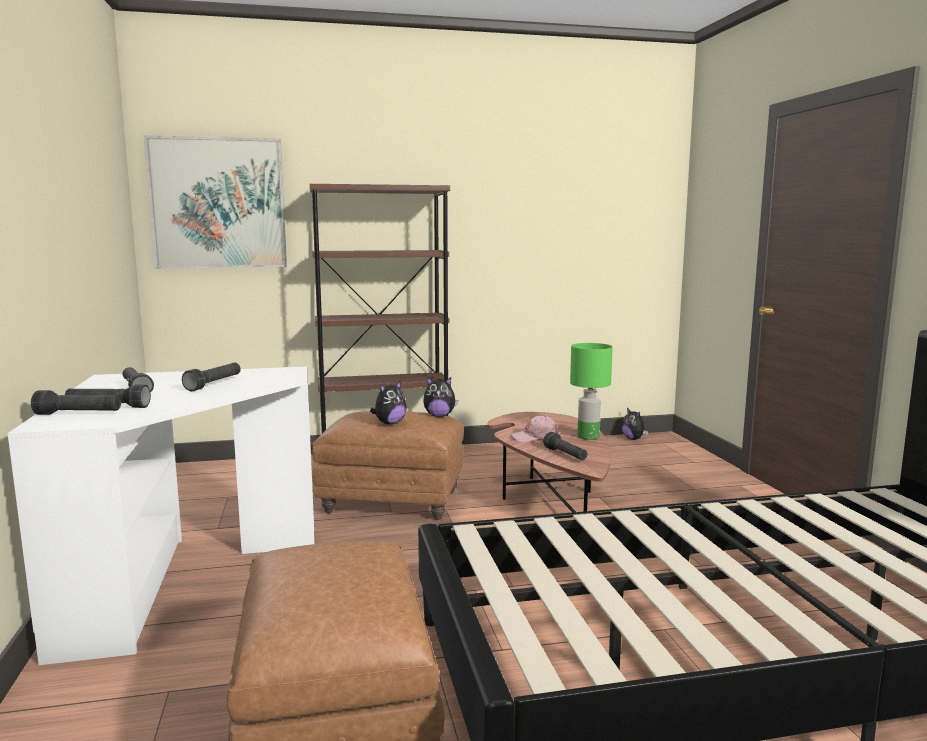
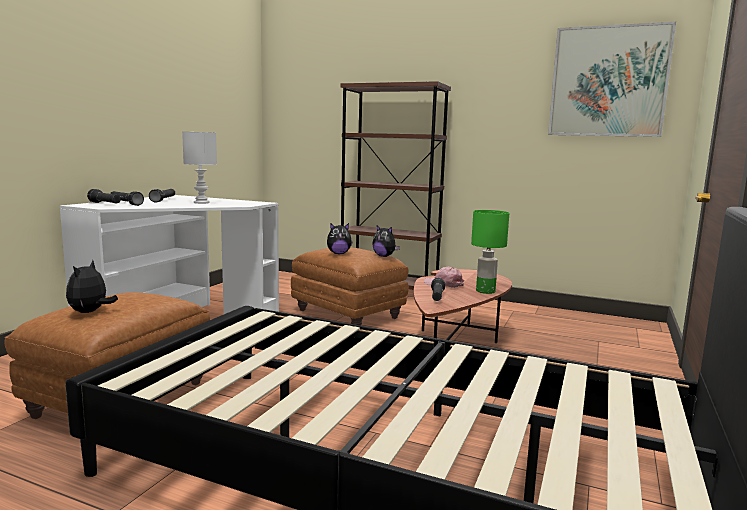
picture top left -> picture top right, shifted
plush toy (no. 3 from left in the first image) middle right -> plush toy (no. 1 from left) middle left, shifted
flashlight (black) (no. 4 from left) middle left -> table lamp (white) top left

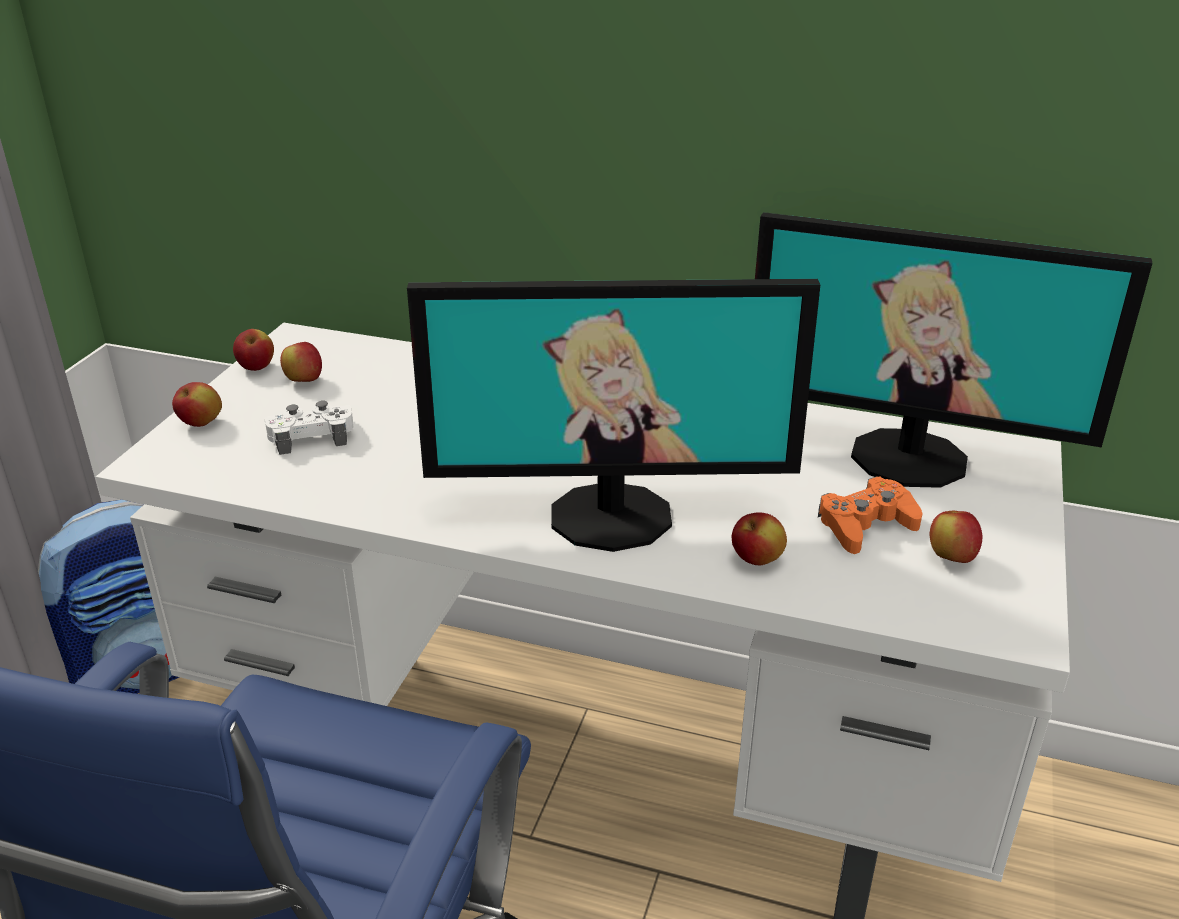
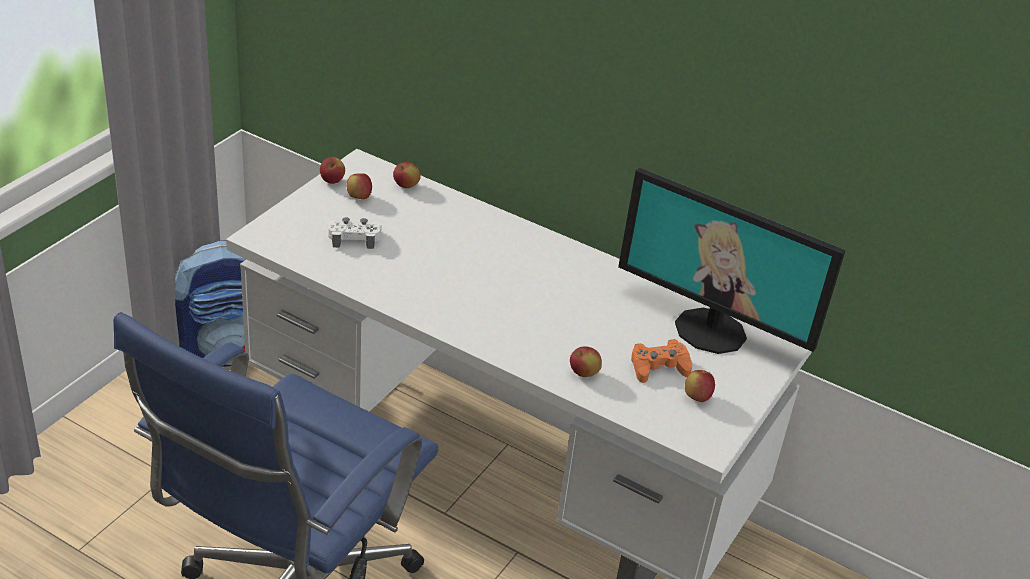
monitor (no. 1 from left) centre -> none
apple (no. 1 from left in the first image) middle left -> apple (no. 3 from left) top centre, shifted

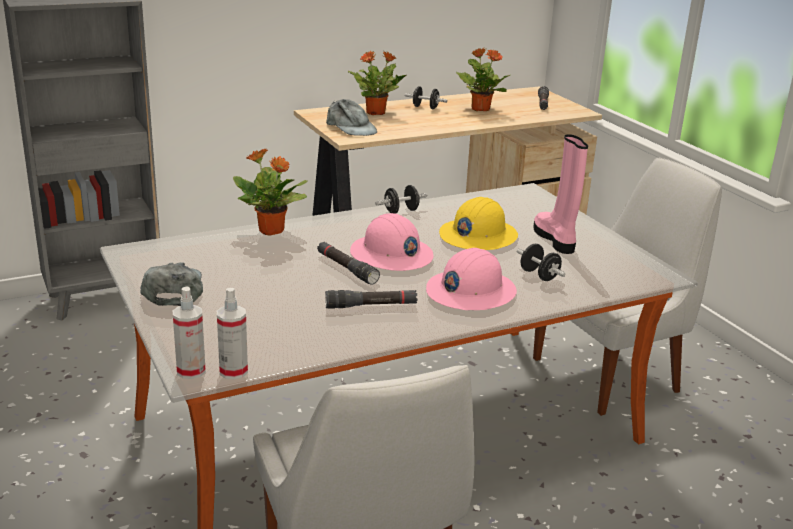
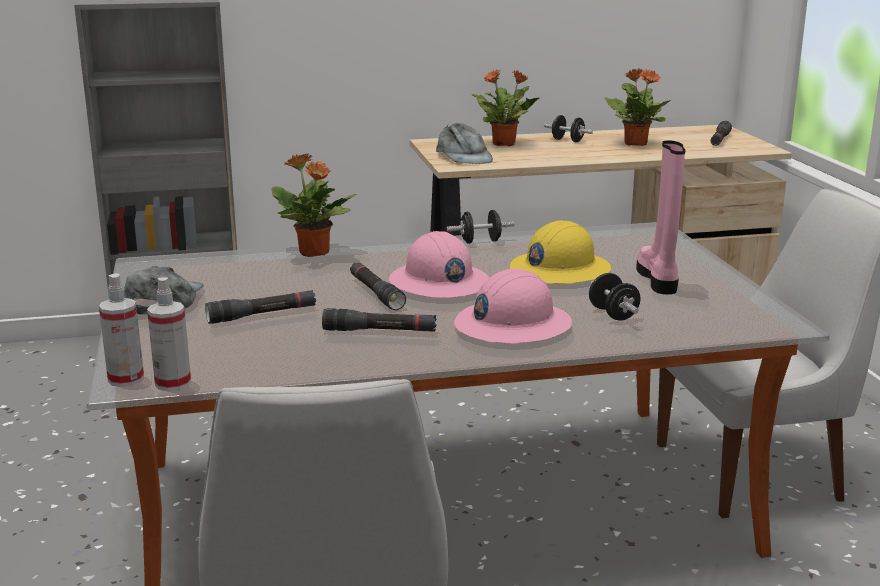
none -> flashlight (black) (no. 1 from left) middle left

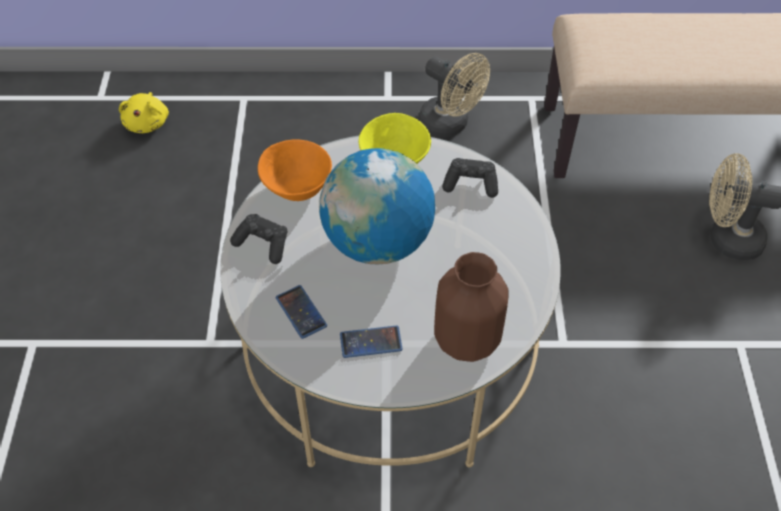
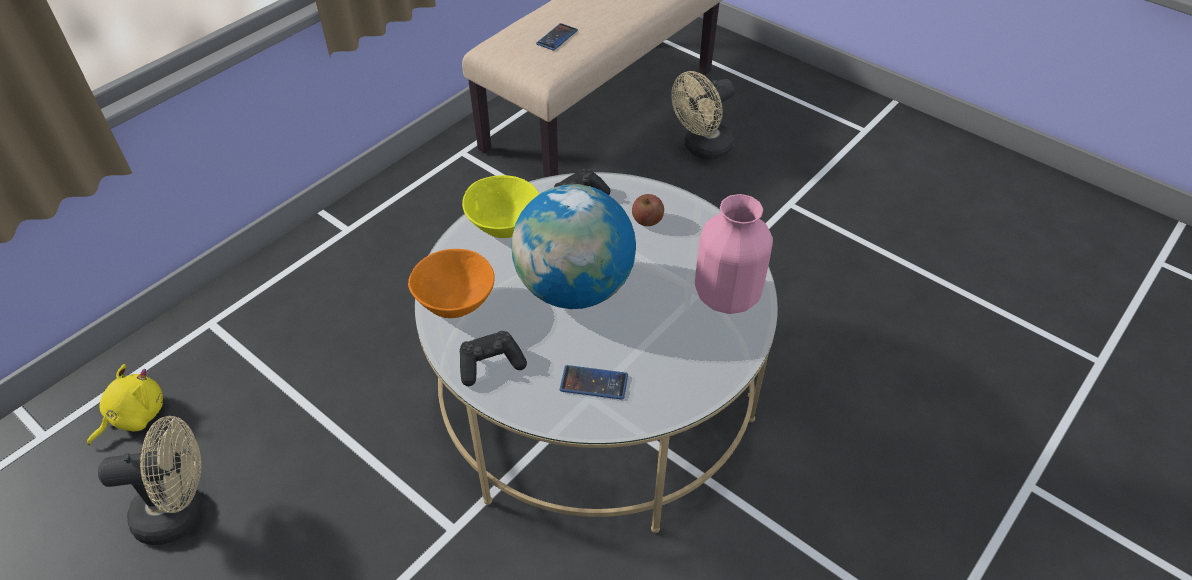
none -> apple centre
phone (no. 2 from left in the first image) bottom centre -> phone (no. 1 from left) top centre, shifted
fan (beige) (no. 1 from left) top centre -> fan (beige) (no. 1 from left) bottom left, shifted
vase (brown) centre -> vase (pink) centre
plush toy (yellow) top left -> plush toy (yellow) bottom left, 90 degrees counterclockwise

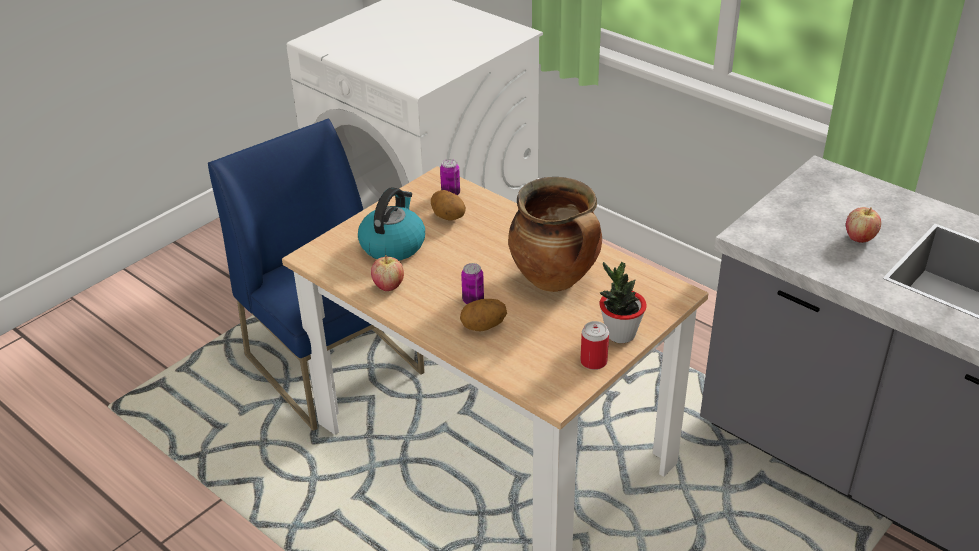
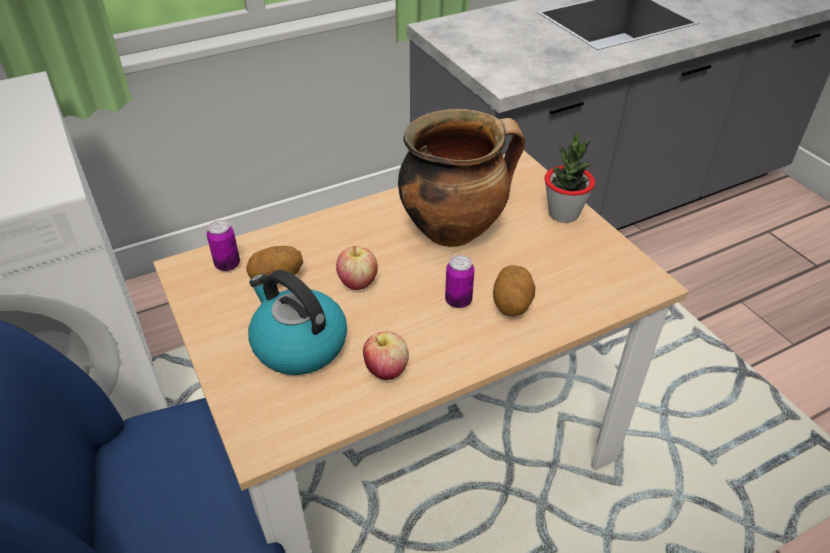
can (no. 3 from left) centre -> none
apple (no. 2 from left in the first image) middle right -> apple (no. 1 from left) centre, shifted

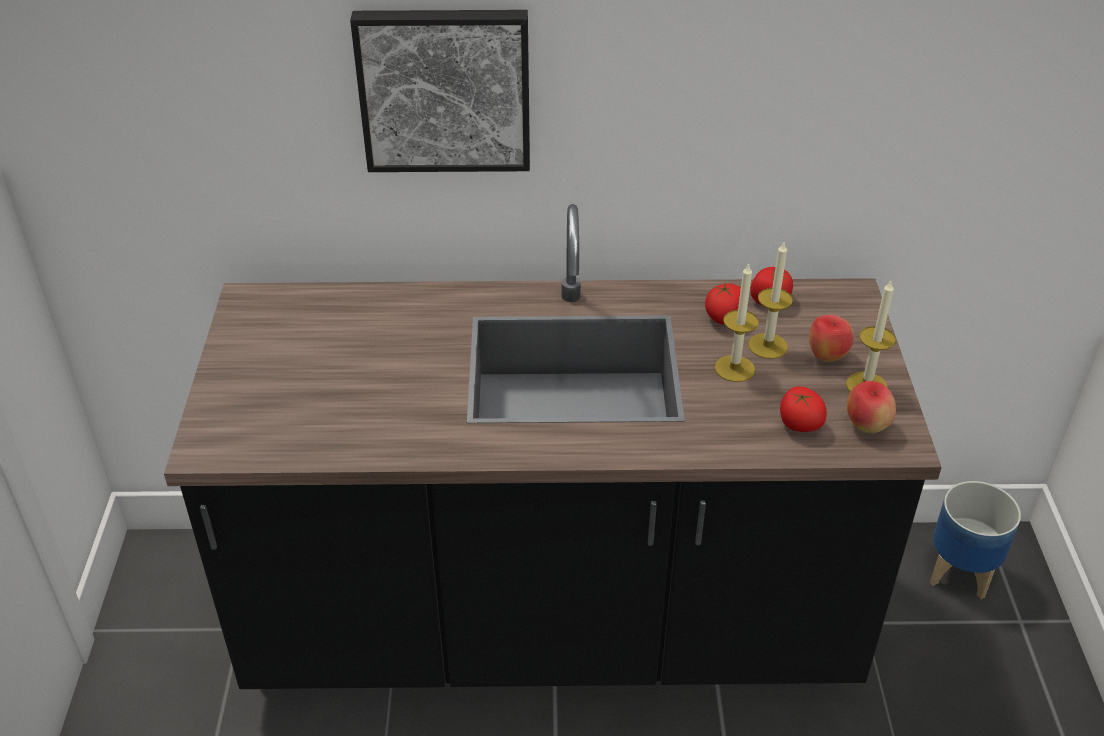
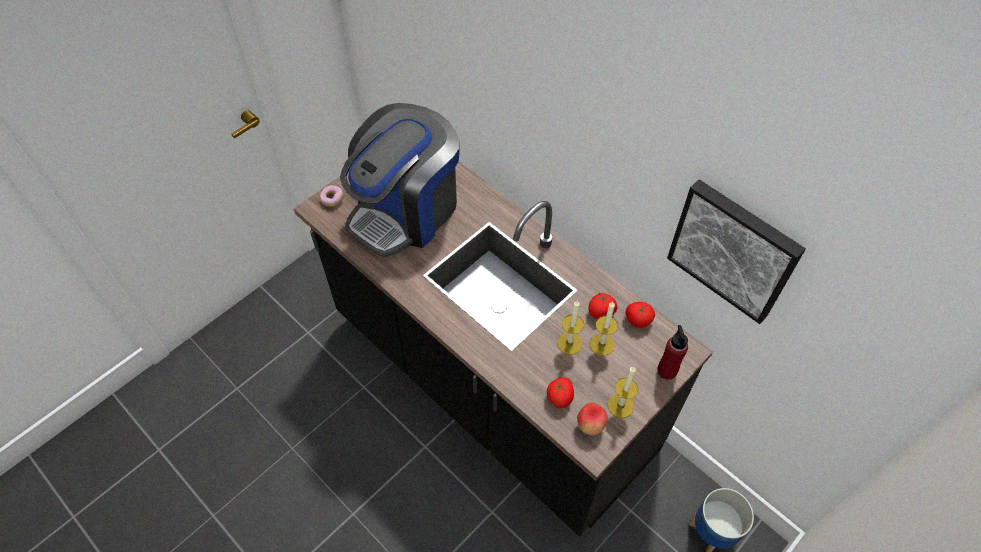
apple (no. 1 from left) middle right -> none
none -> donut centre
none -> coffee machine top centre
none -> bottle (red) middle right
picture top centre -> picture middle right, shifted

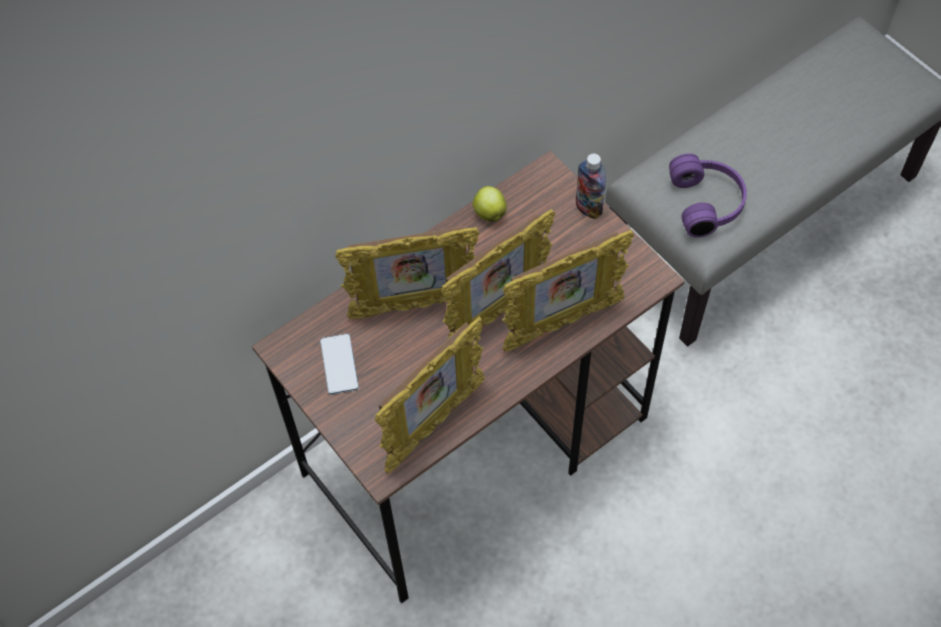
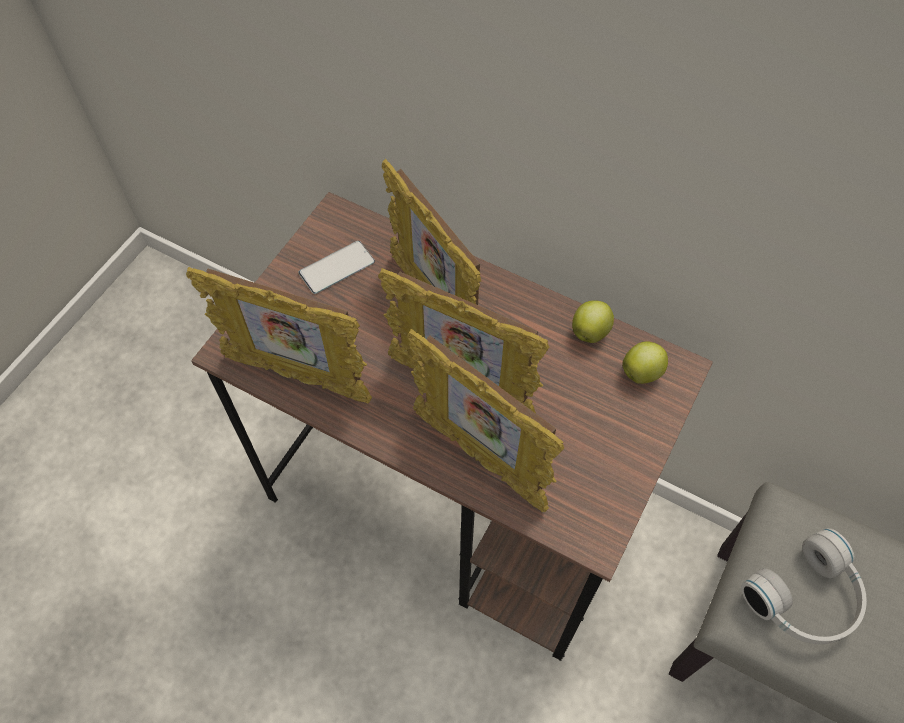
bottle top centre -> none
none -> apple (no. 2 from left) middle right
headphones (purple) top right -> headphones (white) bottom right

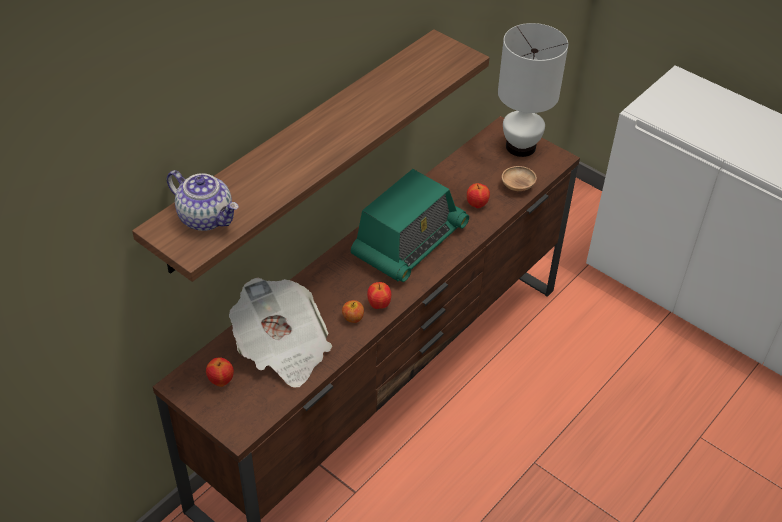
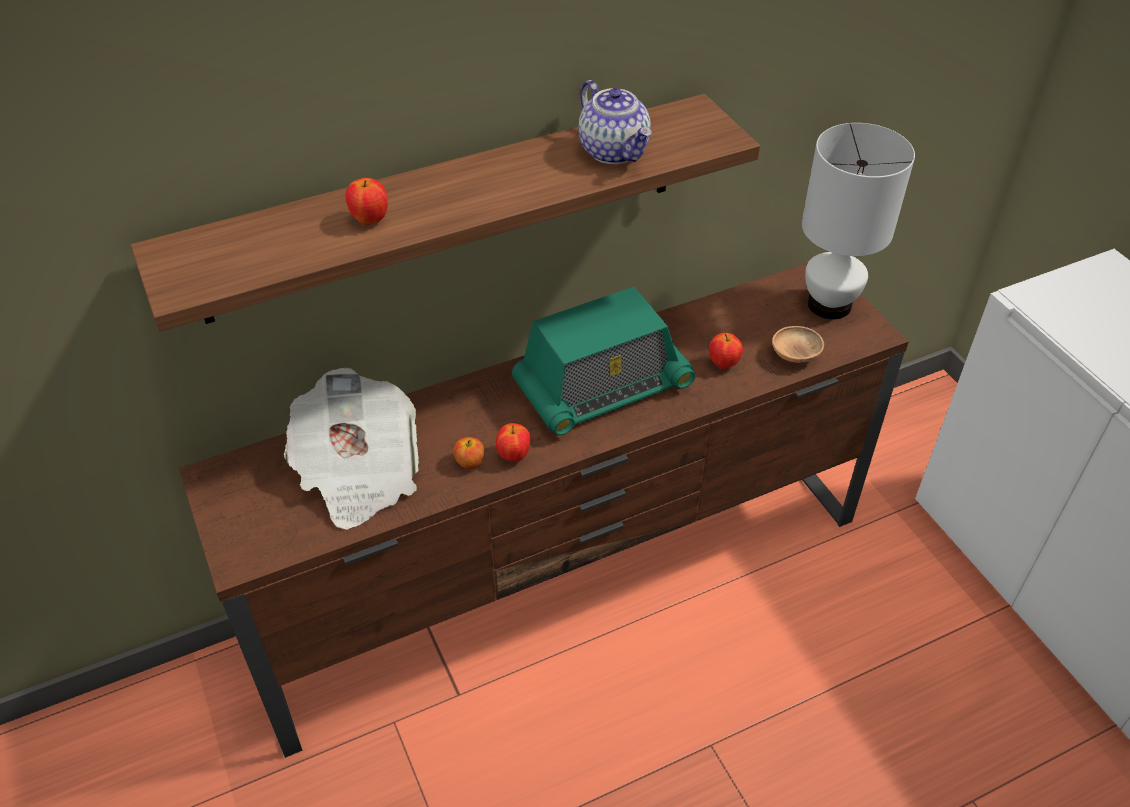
teapot middle left -> teapot top centre, shifted
apple (no. 1 from left) bottom left -> apple (no. 1 from left) top left, shifted

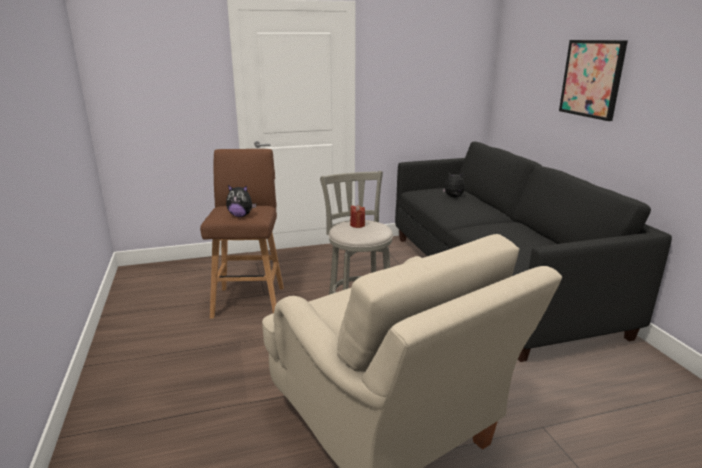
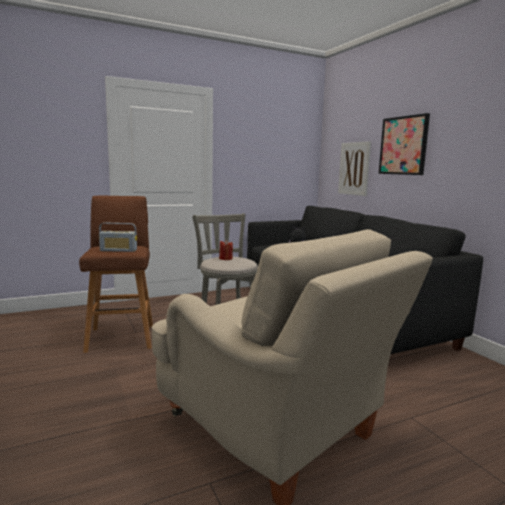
none -> picture (no. 1 from left) top right
plush toy (no. 1 from left) centre -> radio middle left

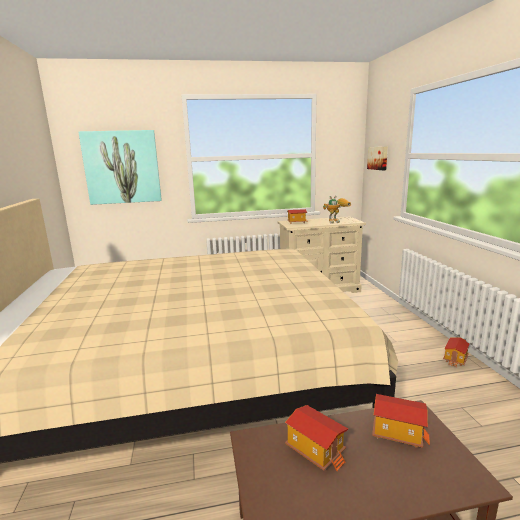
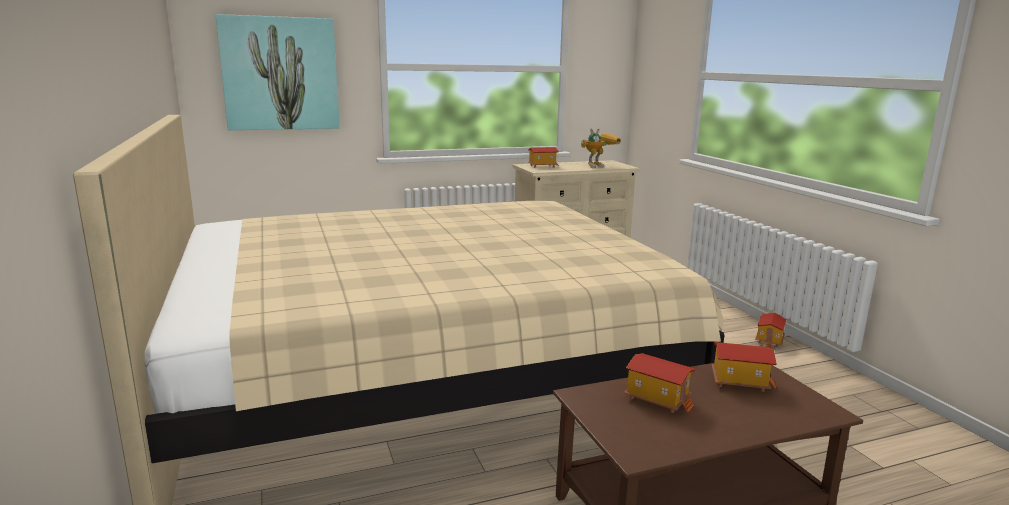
picture (no. 2 from left) top right -> none

